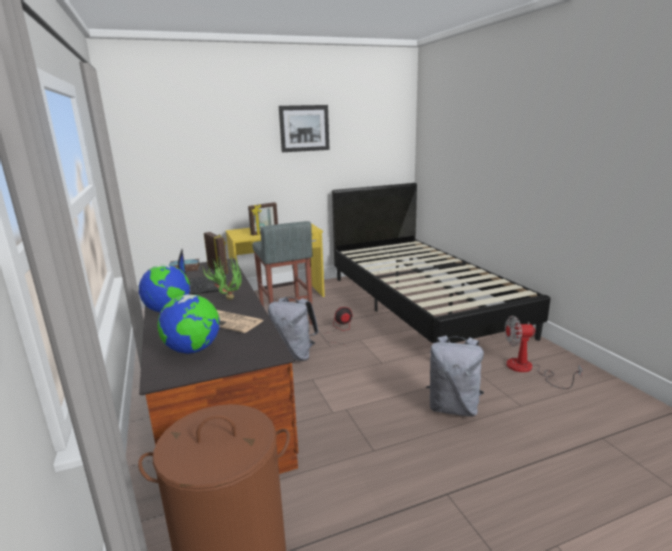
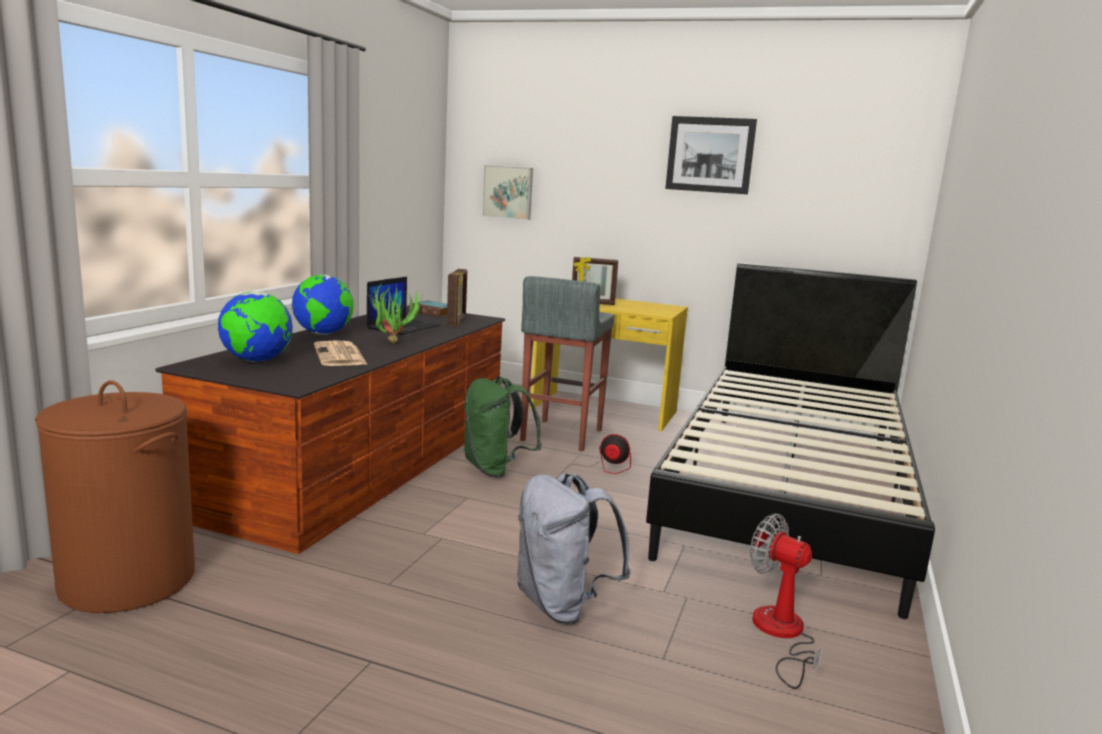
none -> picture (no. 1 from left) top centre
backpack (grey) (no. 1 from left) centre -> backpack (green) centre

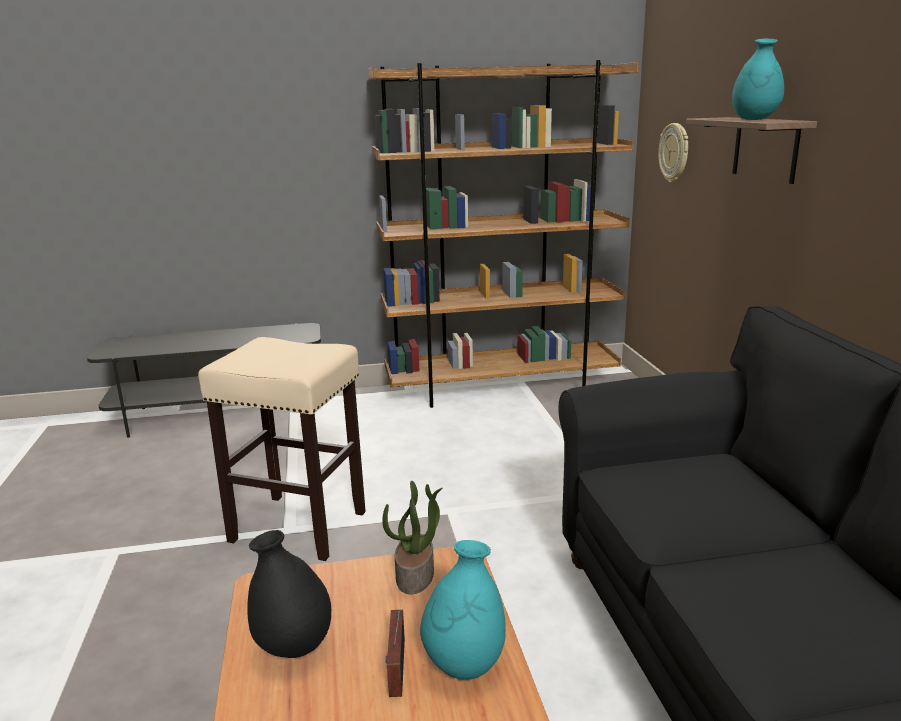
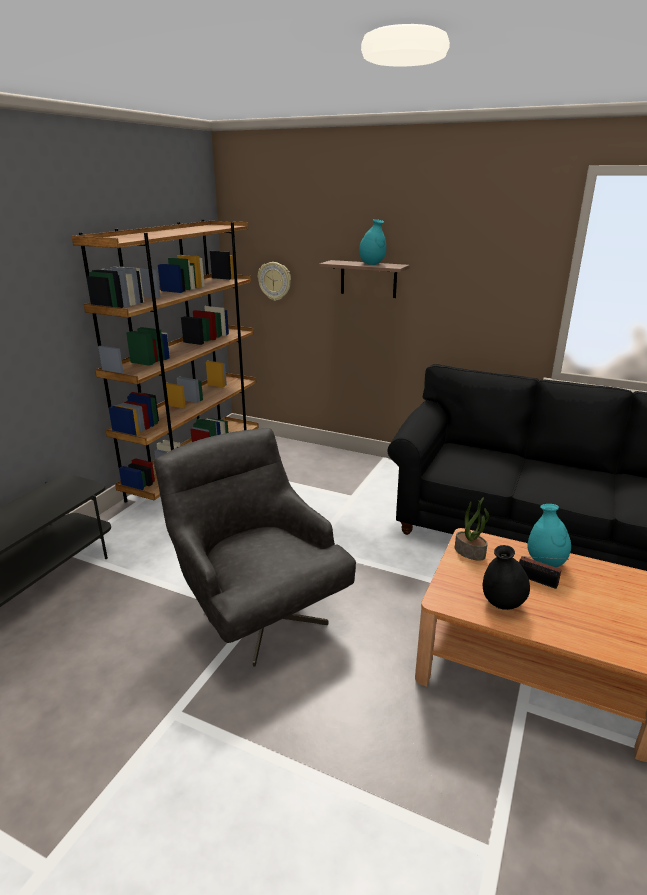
stool (beige) middle left -> armchair (grey) centre

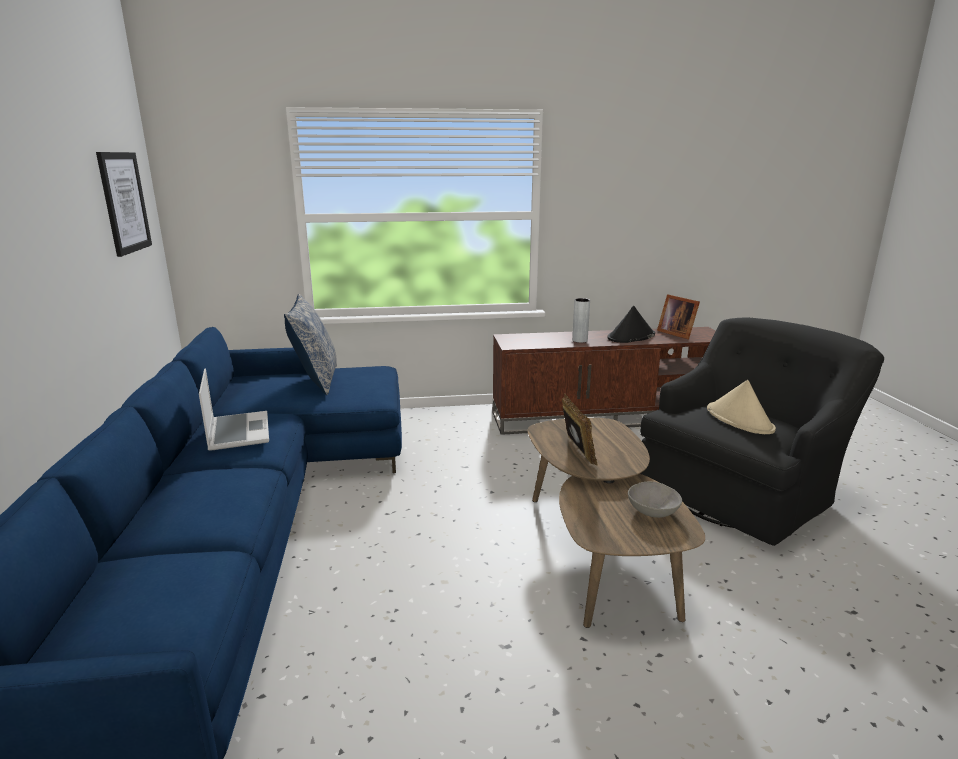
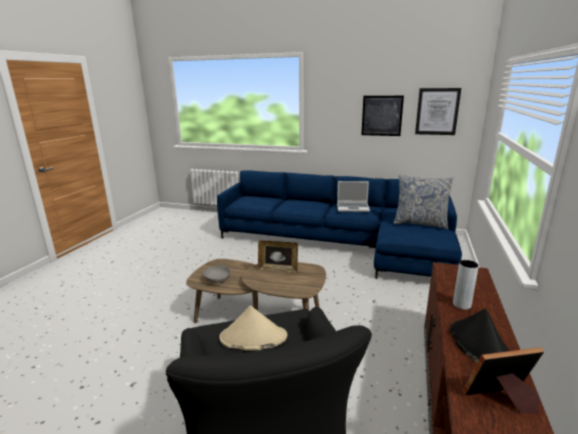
none -> picture (no. 1 from left) top centre

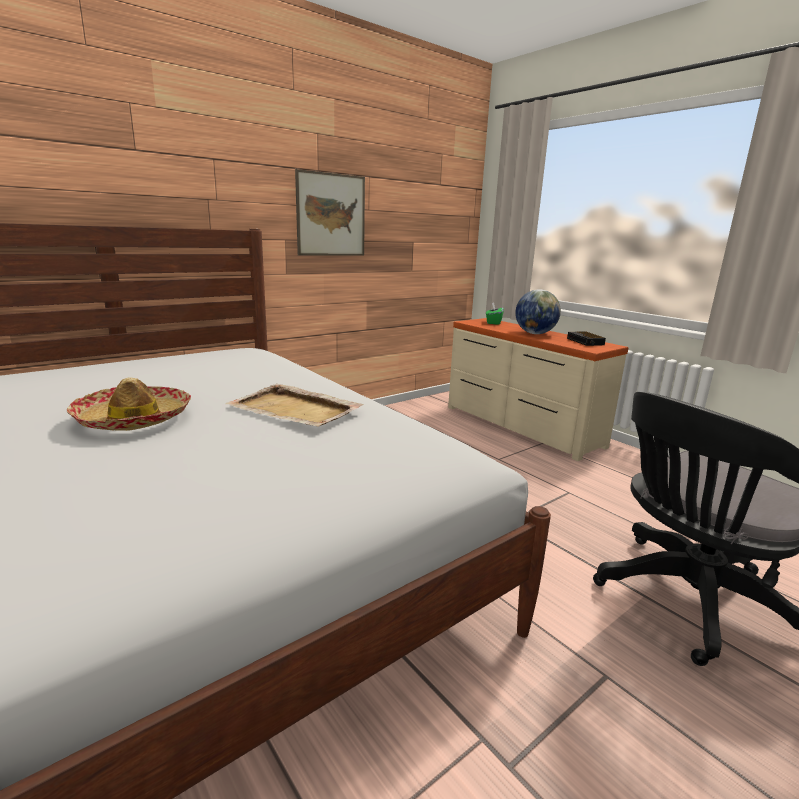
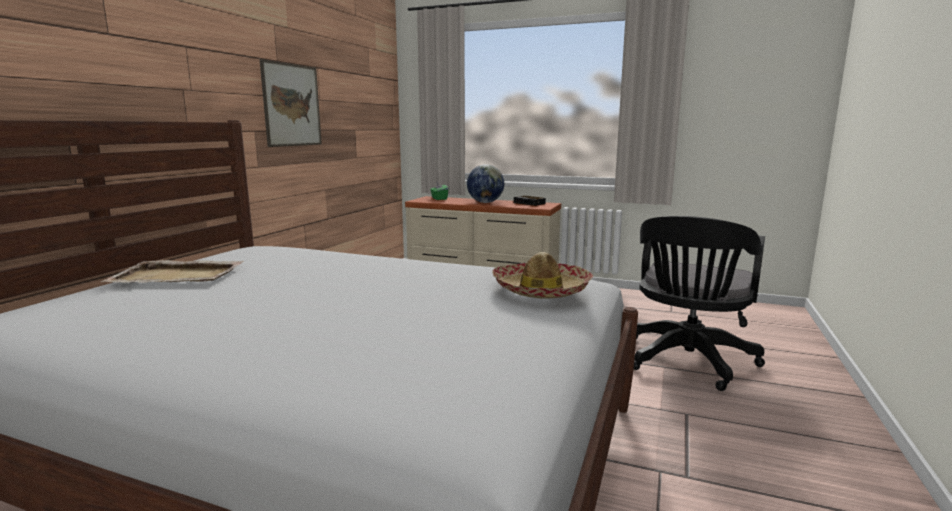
hat middle left -> hat centre, shifted
tray (beige) centre -> tray (beige) middle left, shifted

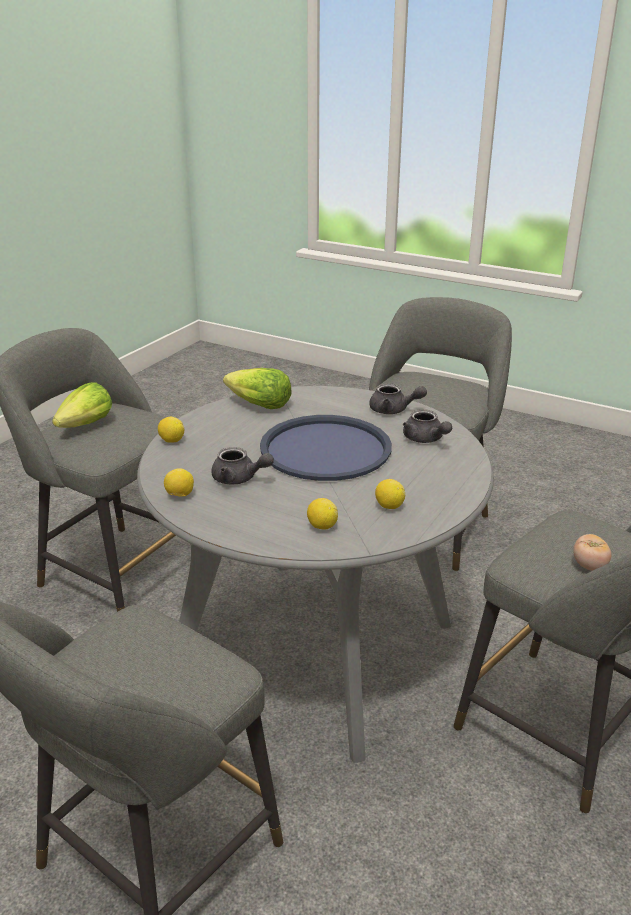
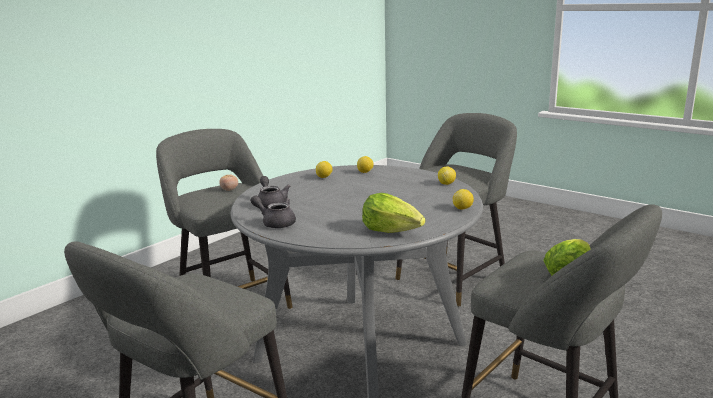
teapot (grey) (no. 1 from left) centre -> none
tray (blue) centre -> none

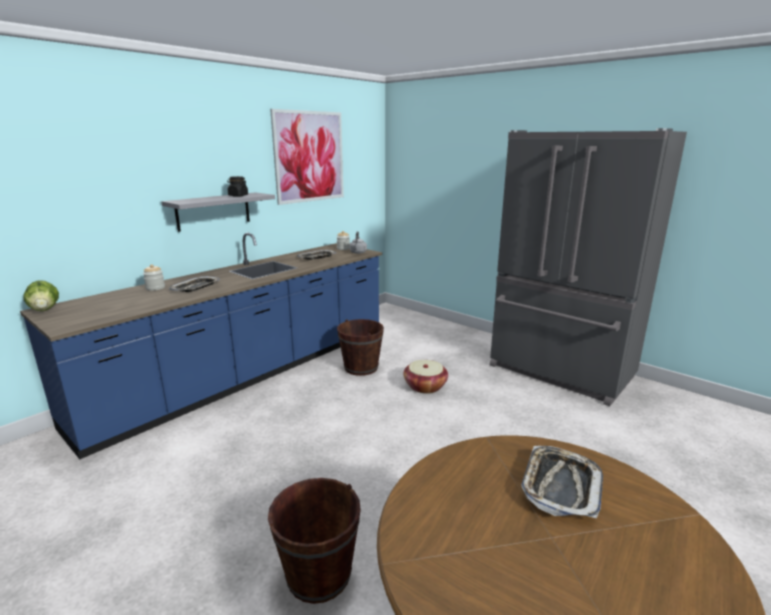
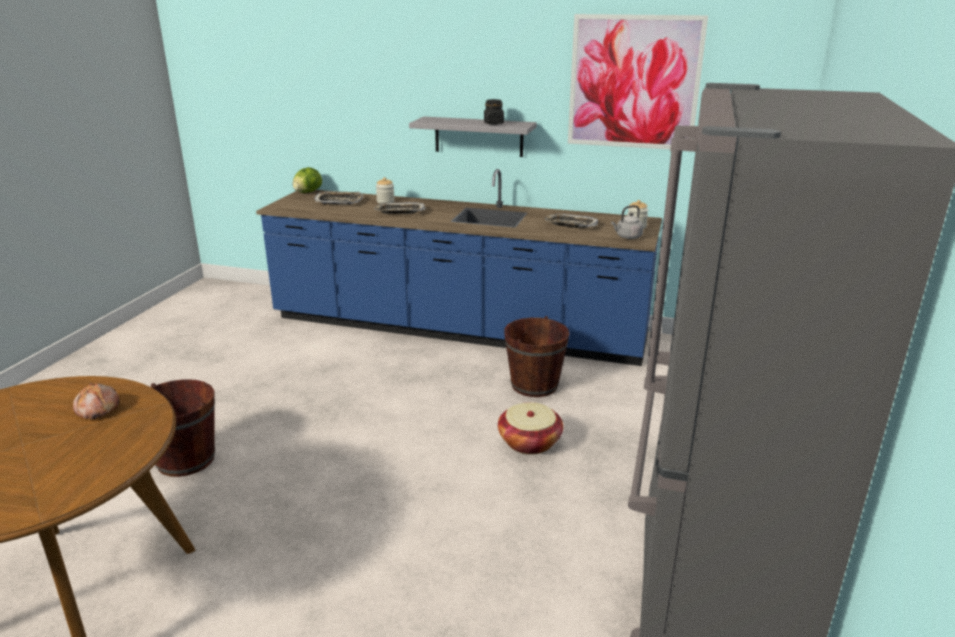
none -> bread middle left
tray (no. 3 from left in the first image) bottom right -> tray (no. 1 from left) top centre, shifted

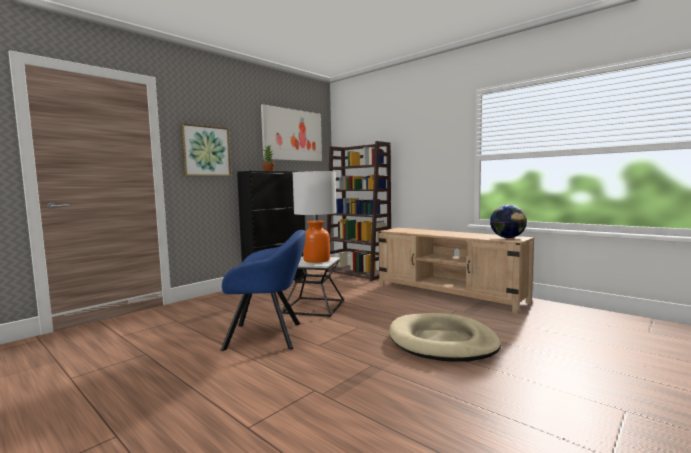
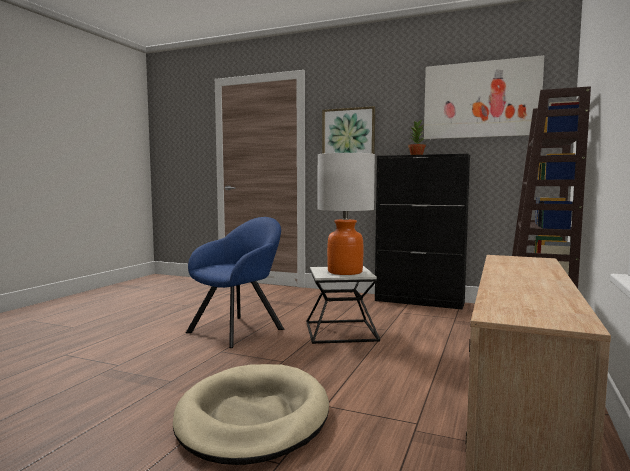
globe middle right -> none
armchair (blue) centre, 120 degrees counterclockwise

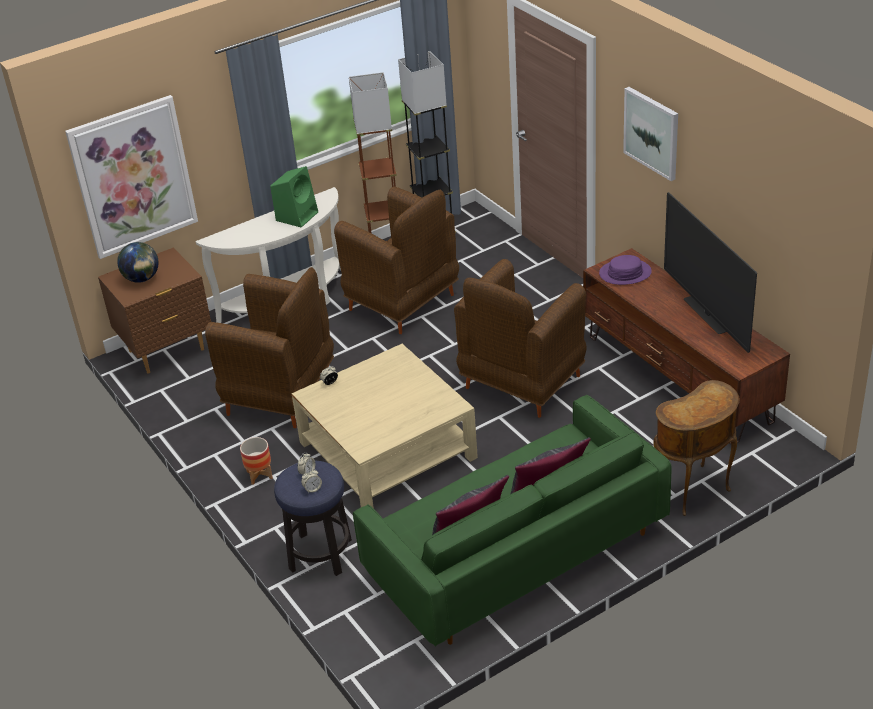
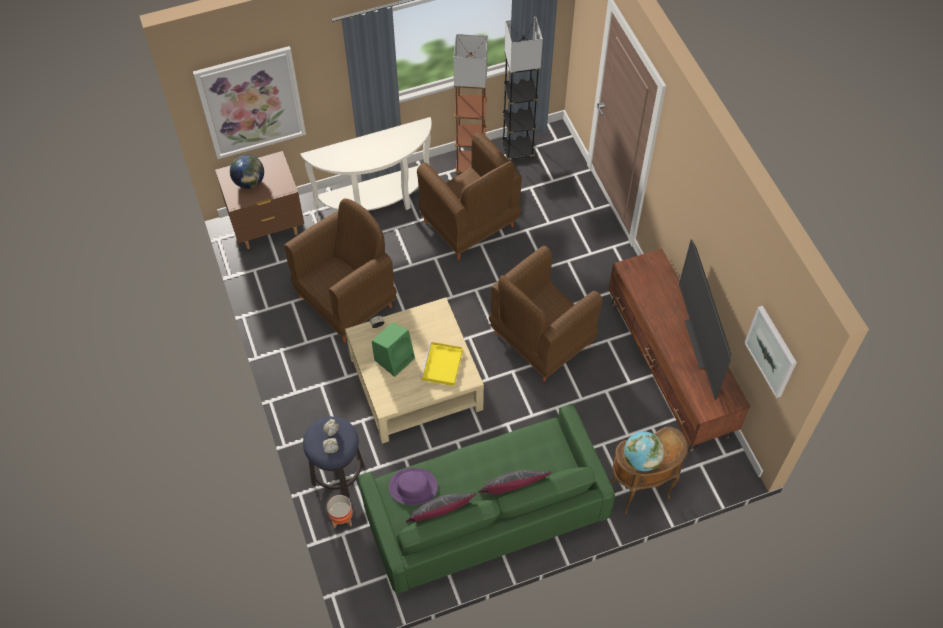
none -> tray (yellow) centre
none -> globe (no. 2 from left) bottom right
planter middle left -> planter bottom centre, shifted
speaker (green) top centre -> speaker (green) centre, shifted
hat (purple) middle right -> hat (purple) bottom centre, shifted
picture (no. 2 from left) top right -> picture (no. 2 from left) middle right, shifted
armchair (brown) (no. 1 from left) middle left -> armchair (brown) (no. 1 from left) centre, 75 degrees counterclockwise

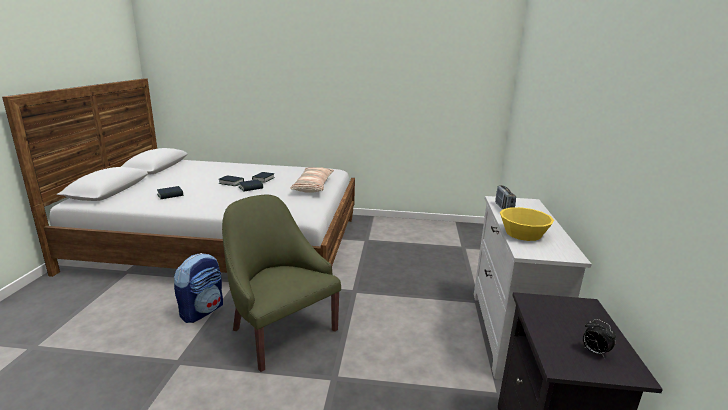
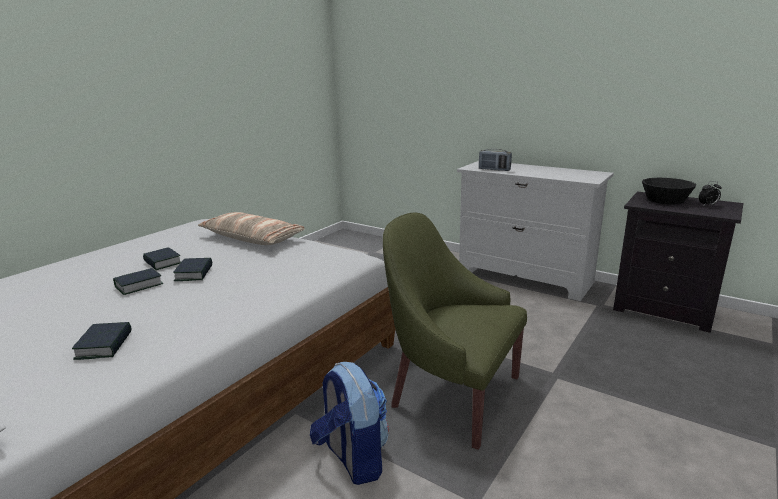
bowl (yellow) middle right -> none
none -> bowl (black) middle right
armchair (green) bottom centre -> armchair (green) centre, 45 degrees clockwise

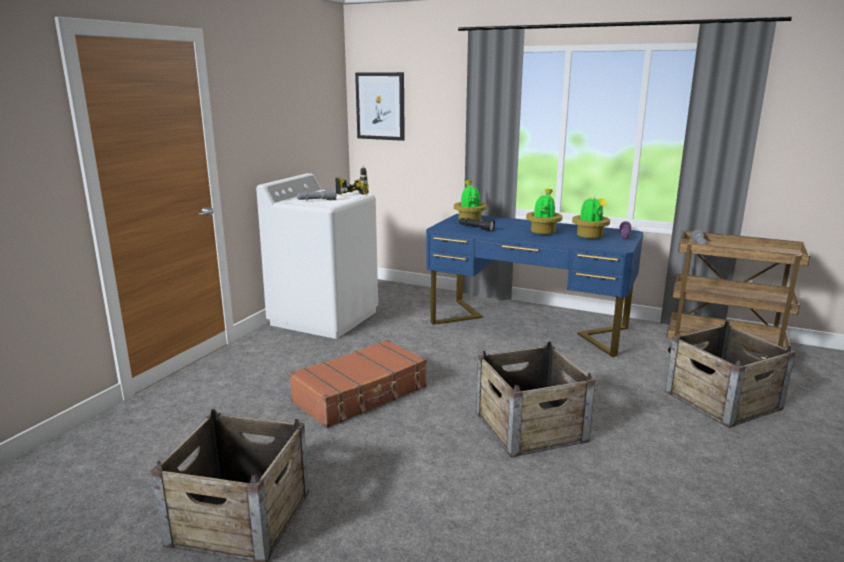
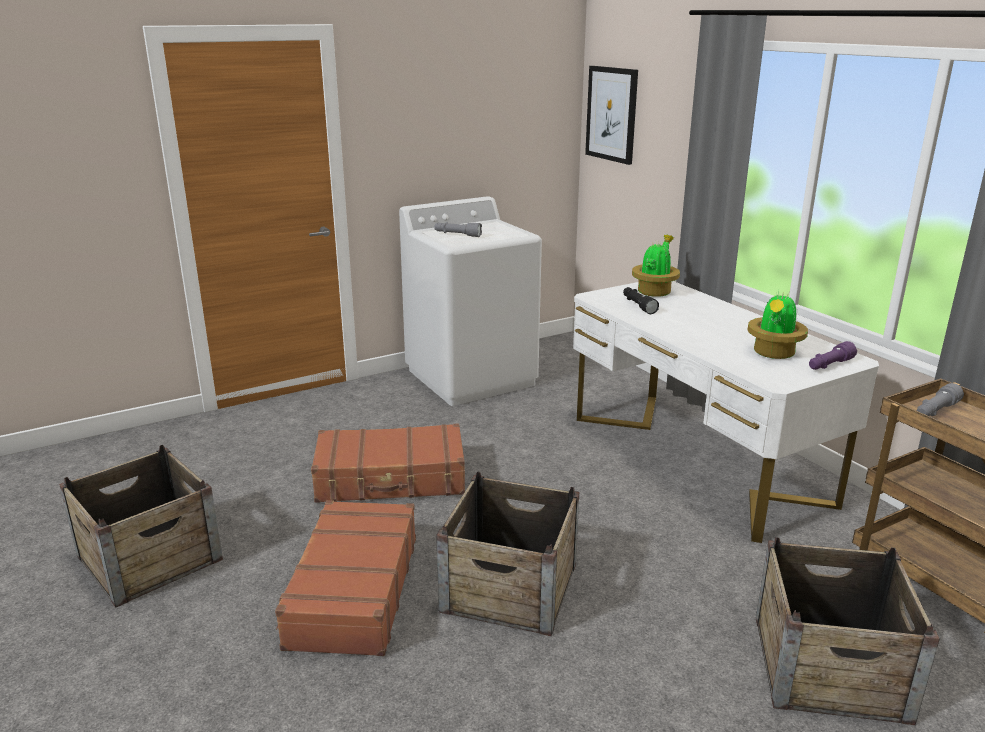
power drill top centre -> none
potted plant (no. 2 from left) centre -> none
none -> suitcase (brown) (no. 1 from left) bottom centre
desk (blue) centre -> desk (white) middle right

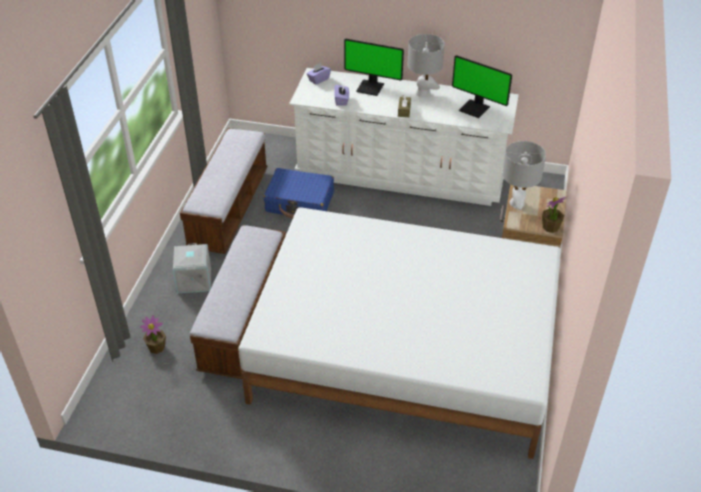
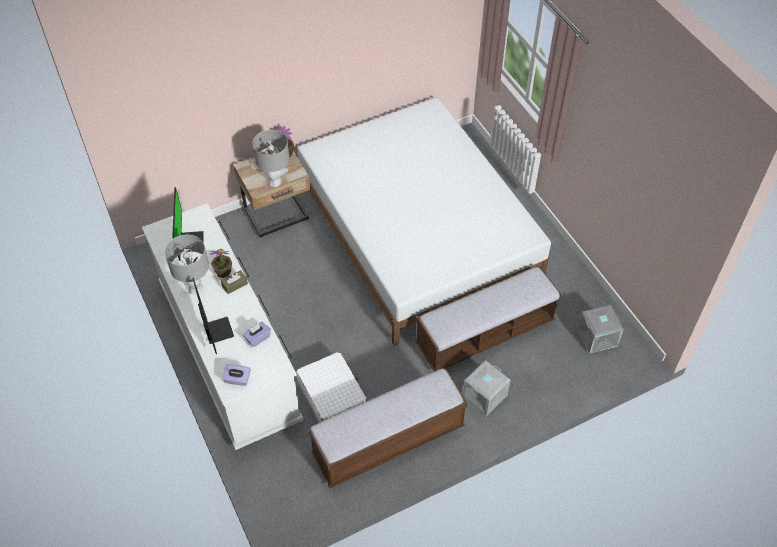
none -> storage box (grey) (no. 2 from left) middle right
potted plant (no. 1 from left) bottom left -> potted plant (no. 1 from left) middle left, shifted
suitcase (blue) centre -> suitcase (white) bottom centre

